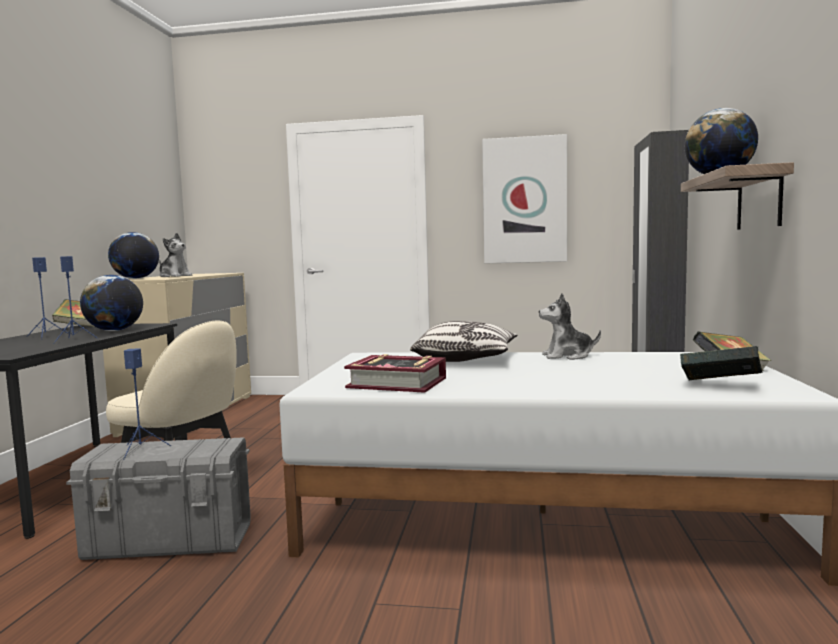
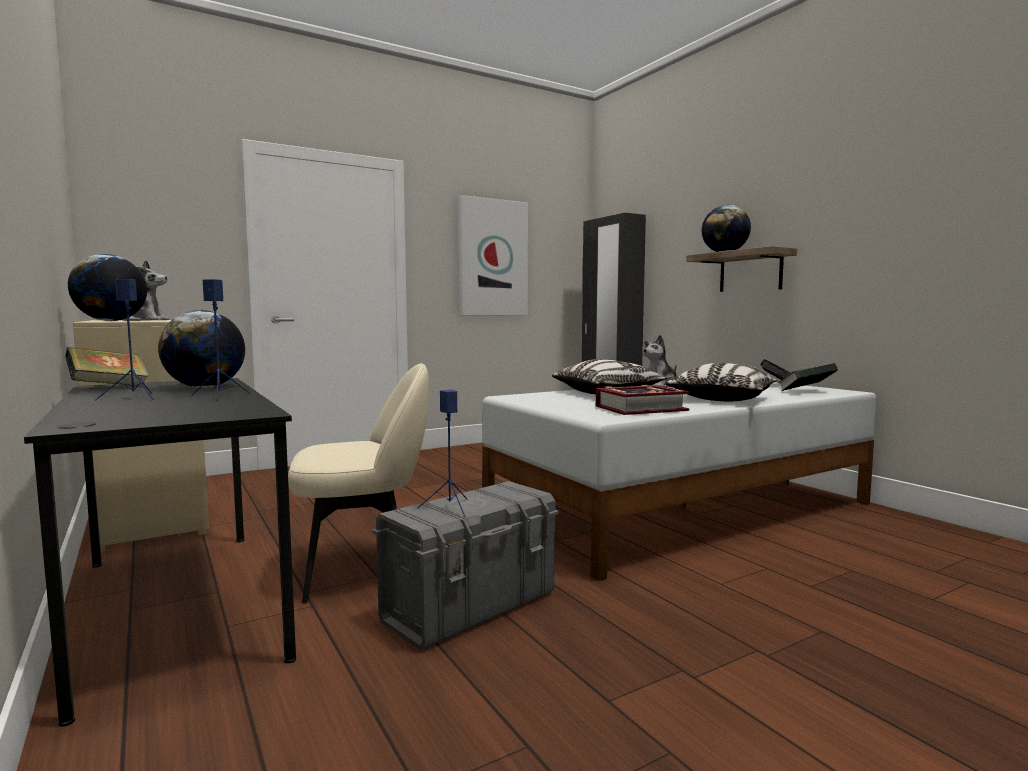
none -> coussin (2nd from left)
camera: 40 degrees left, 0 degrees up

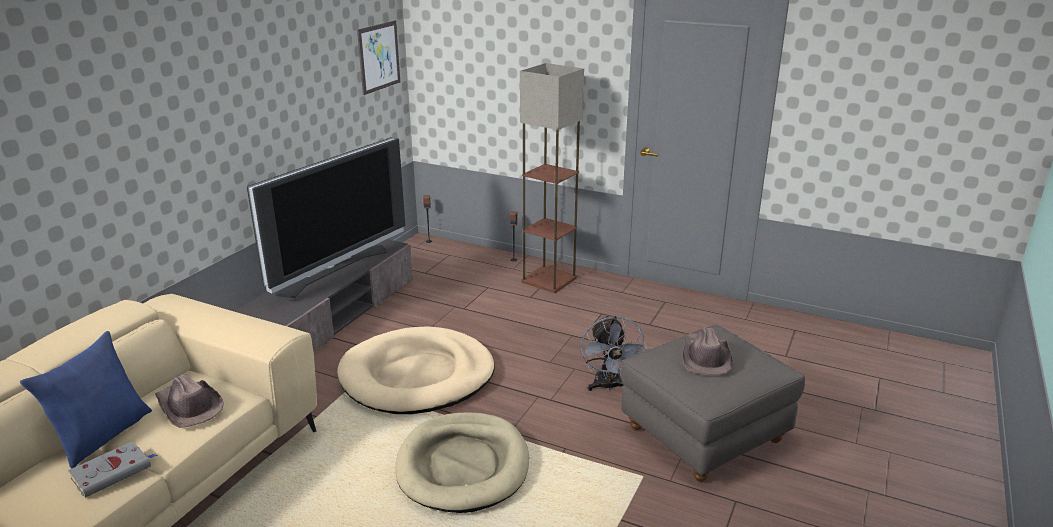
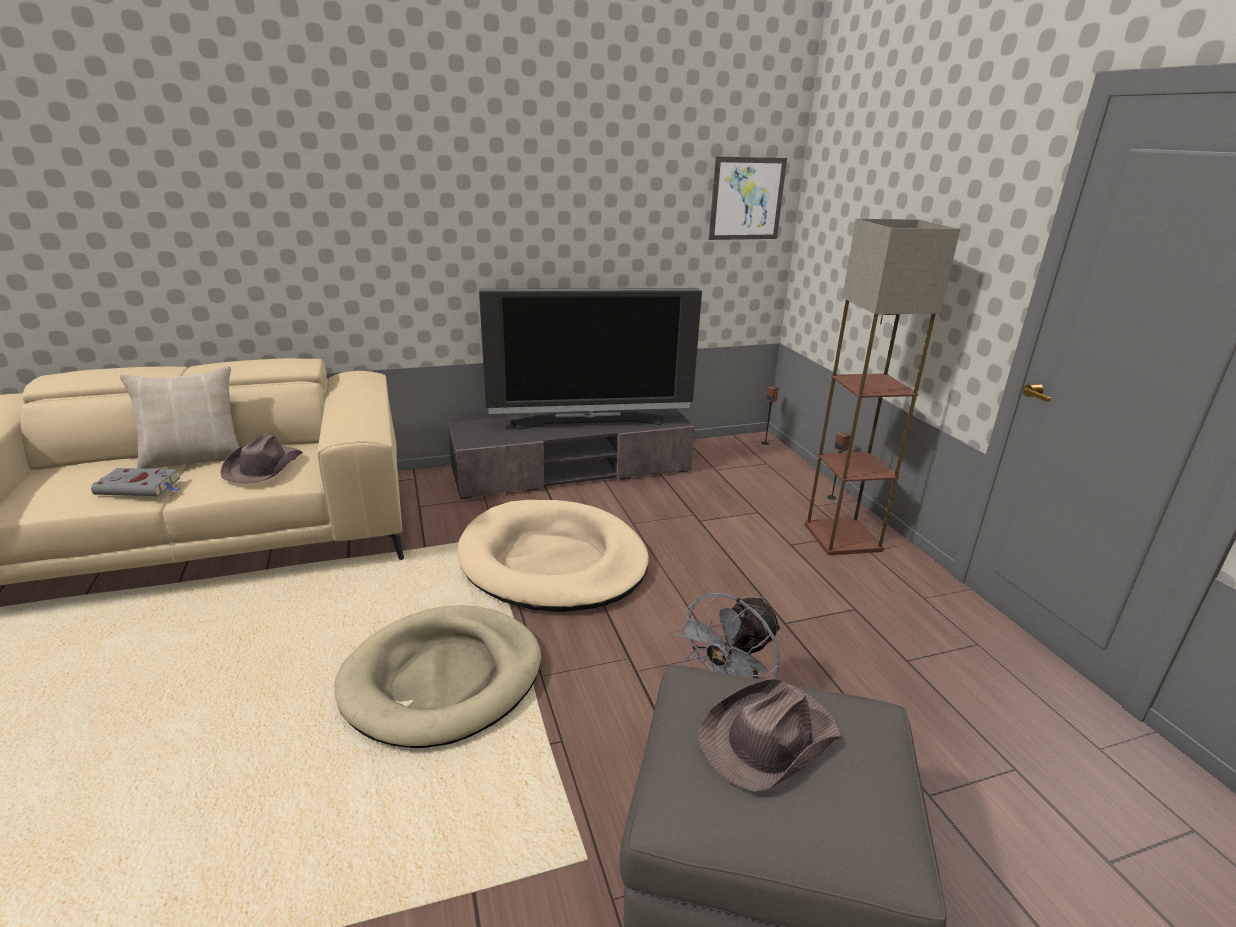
coussin/bleu -> coussin/beige
camera: 45 degrees right, 0 degrees up

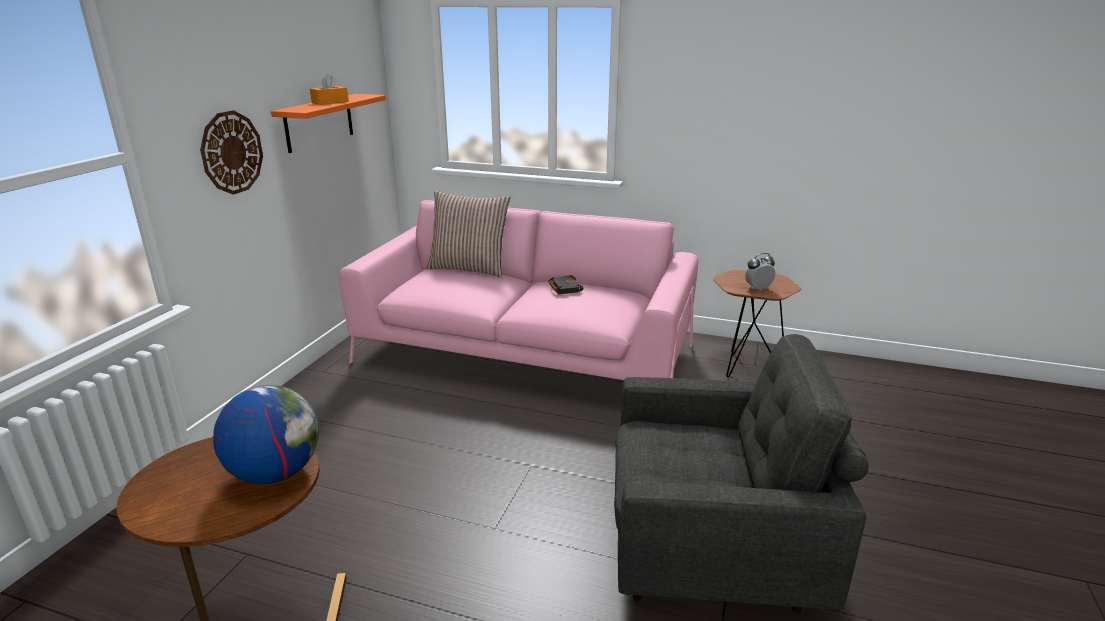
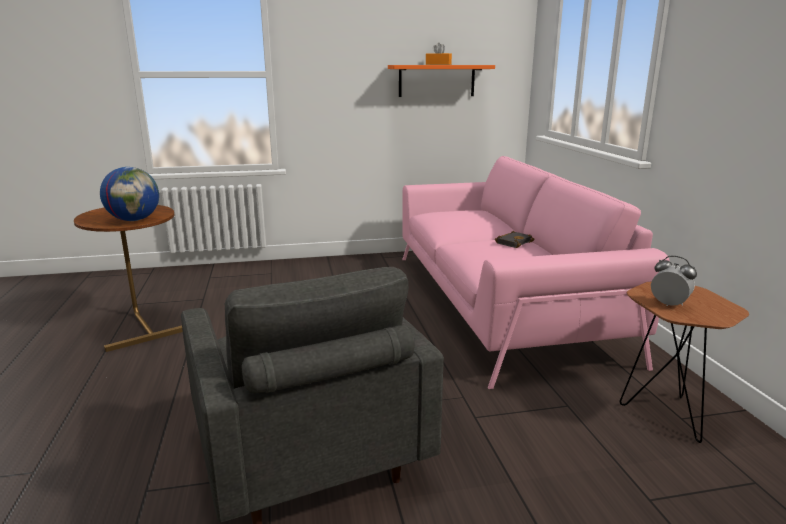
horloge murale -> none
coussin -> none
camera: 60 degrees right, 5 degrees down

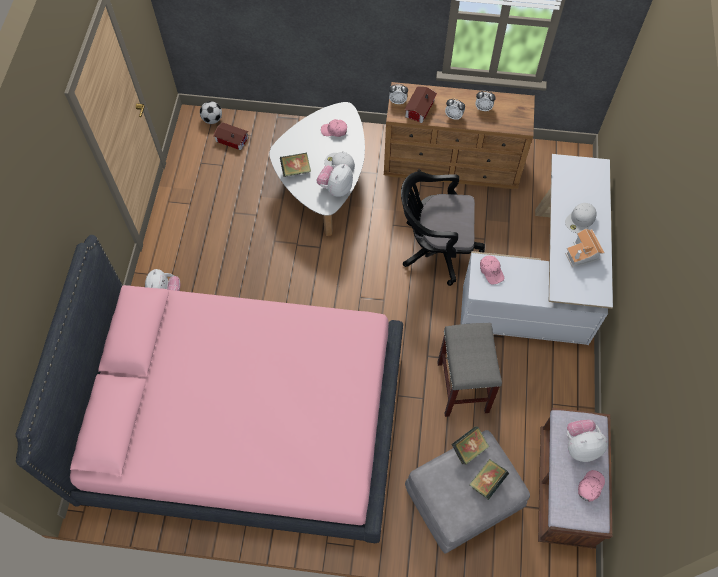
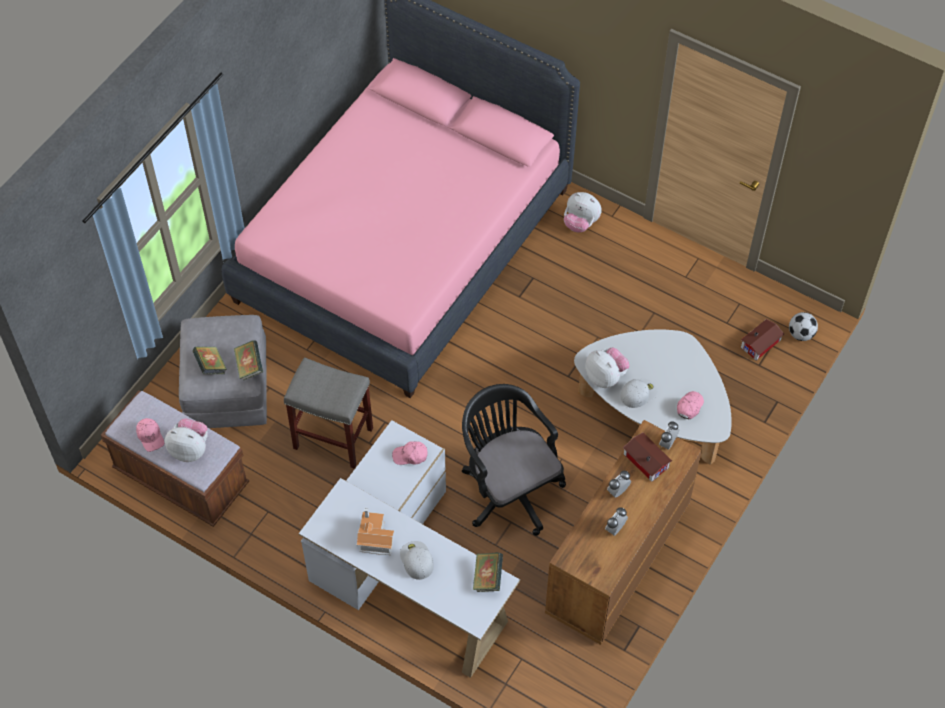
livre (1st from left in the first image) -> livre (3rd from left), move
chaise de bureau/noir, 60 degrees counterclockwise
peluche (3rd from left in the first image) -> peluche (1st from left), 90 degrees counterclockwise
camera: 115 degrees right, 5 degrees down

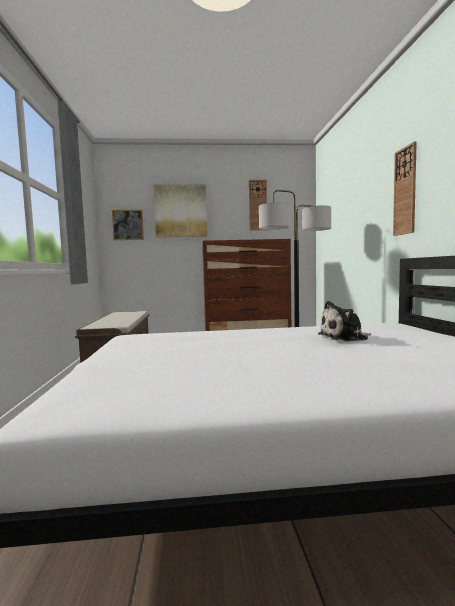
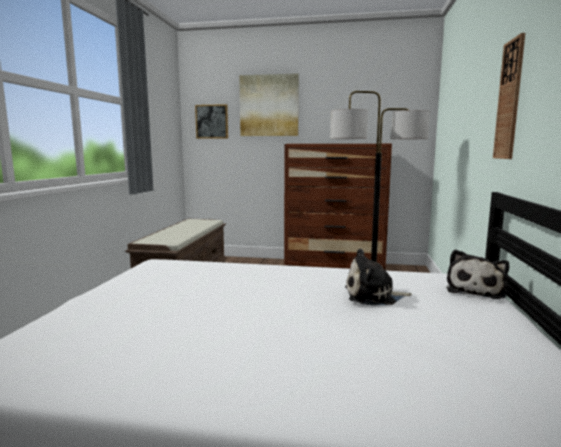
horloge murale (1st from left) -> none
none -> peluche (2nd from left)
camera: 15 degrees right, 5 degrees up

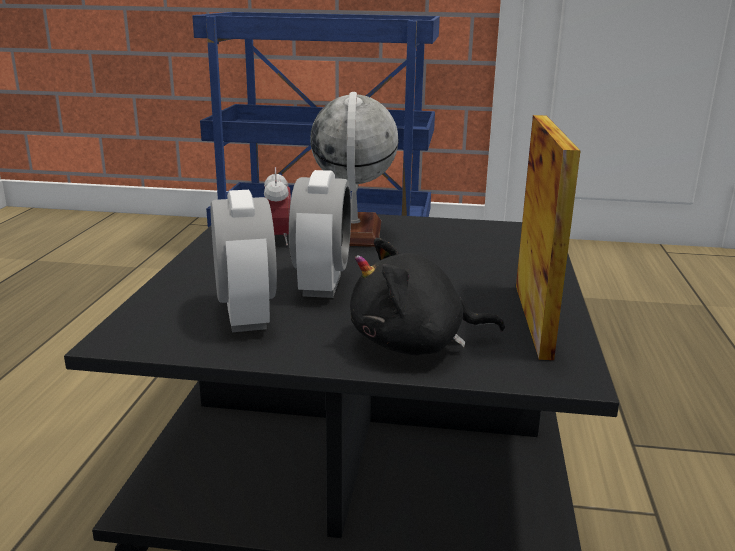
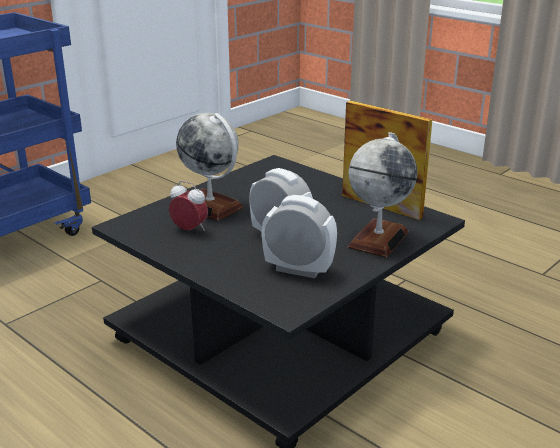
peluche/noir -> globe (2nd from left)
camera: 55 degrees left, 5 degrees up

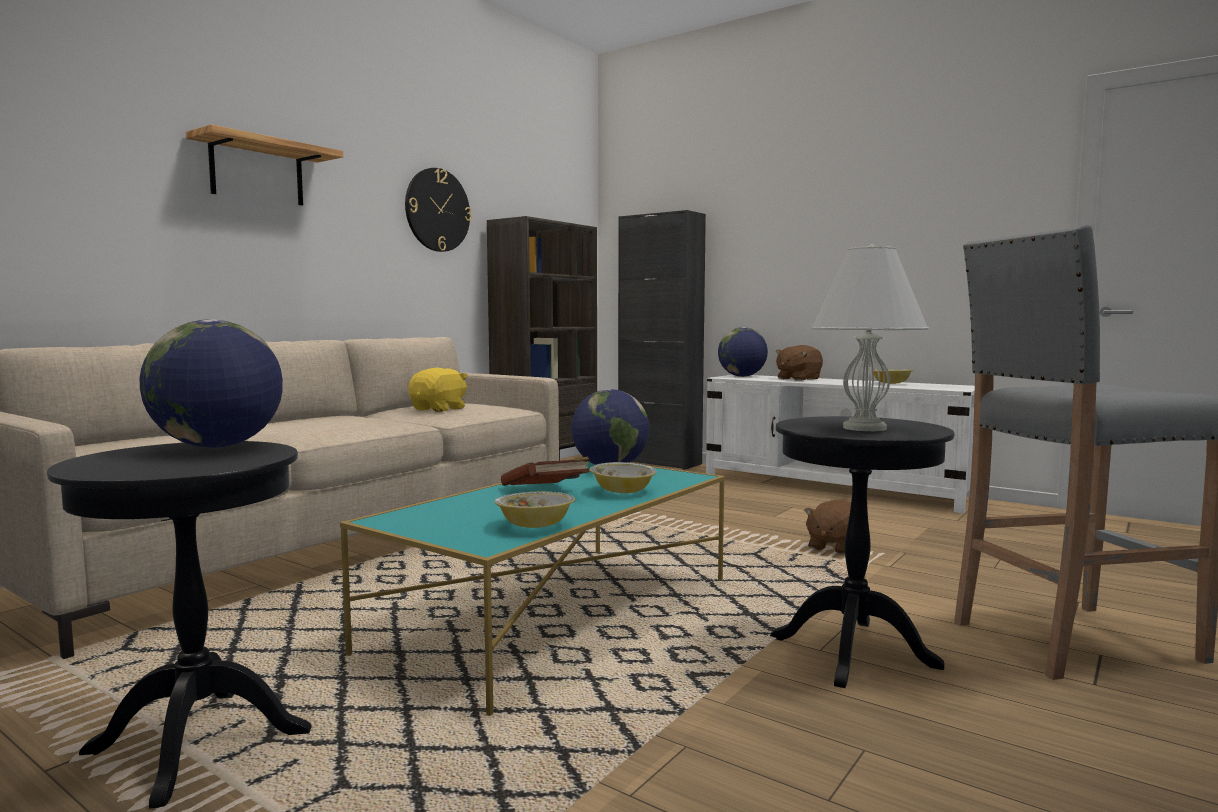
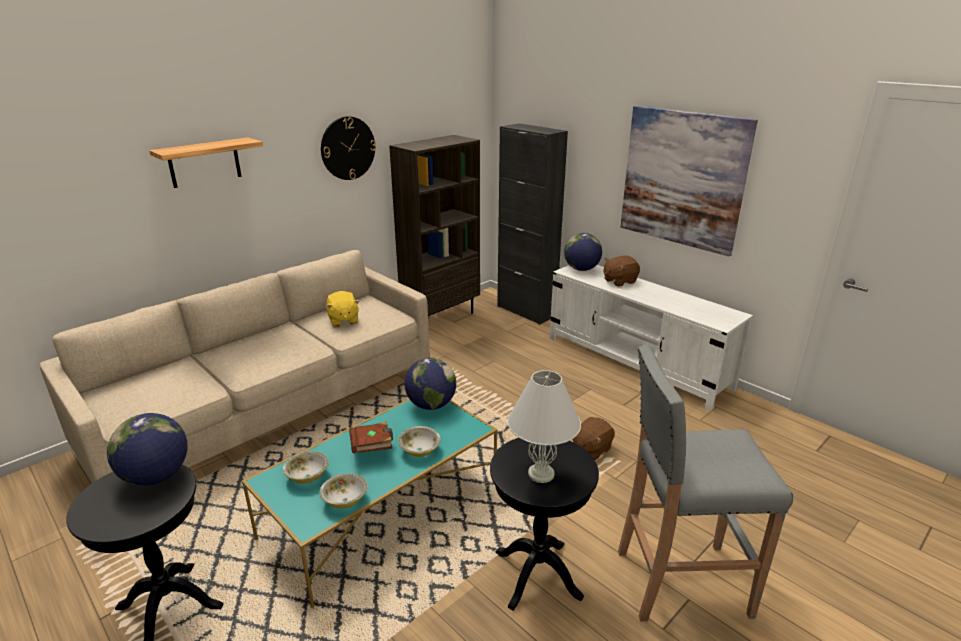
peluche/jaune, 120 degrees clockwise
bol (3rd from left in the first image) -> bol (1st from left), move
none -> tableau
camera: 10 degrees right, 20 degrees up

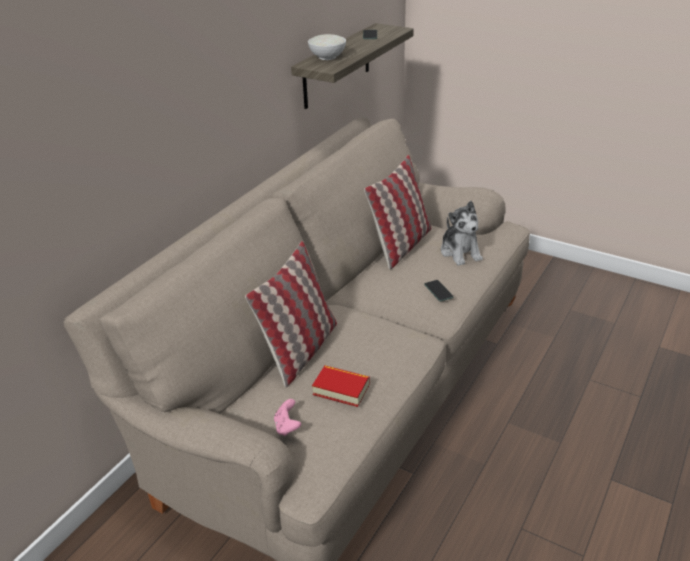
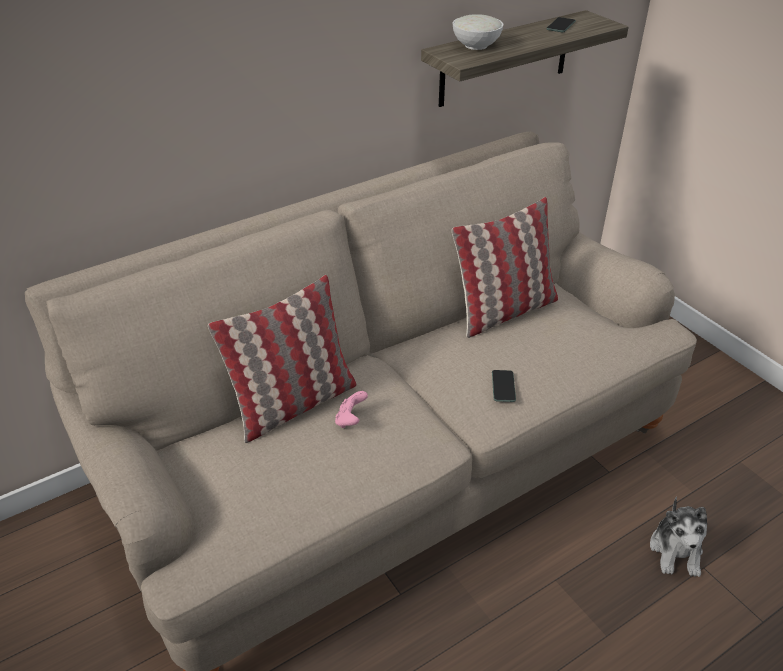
peluche, move
livre -> none
manette/rose, move
camera: 25 degrees right, 5 degrees up

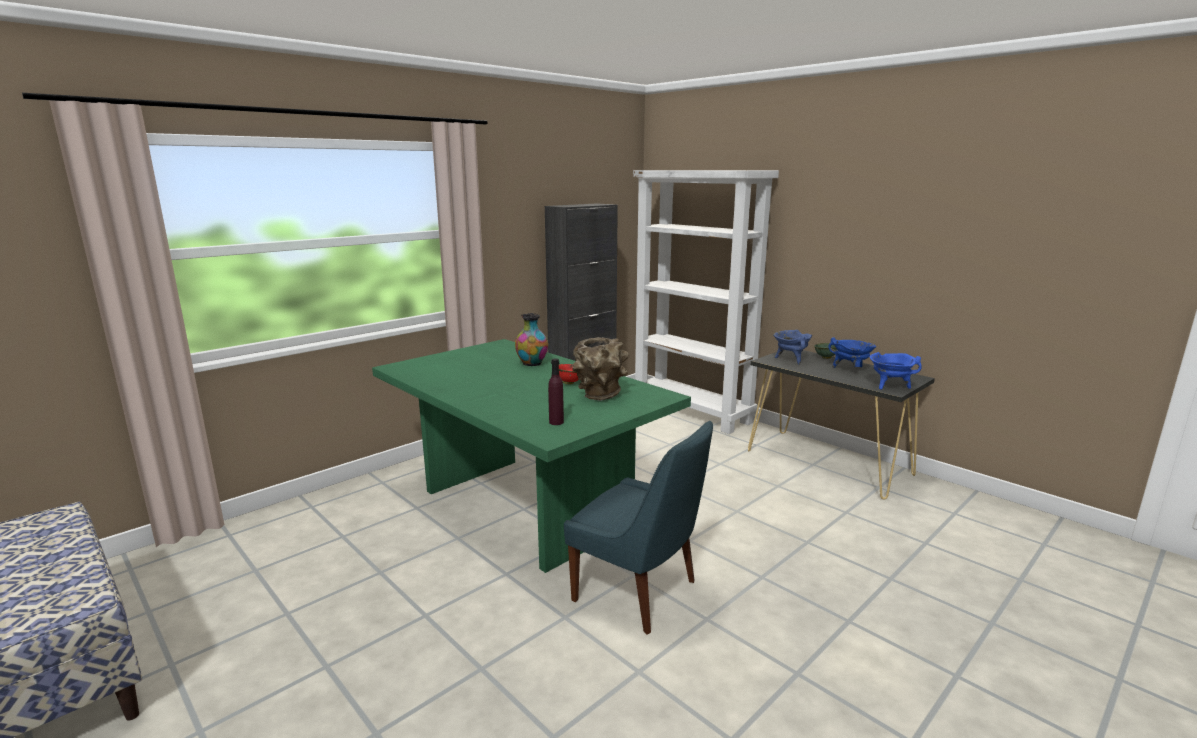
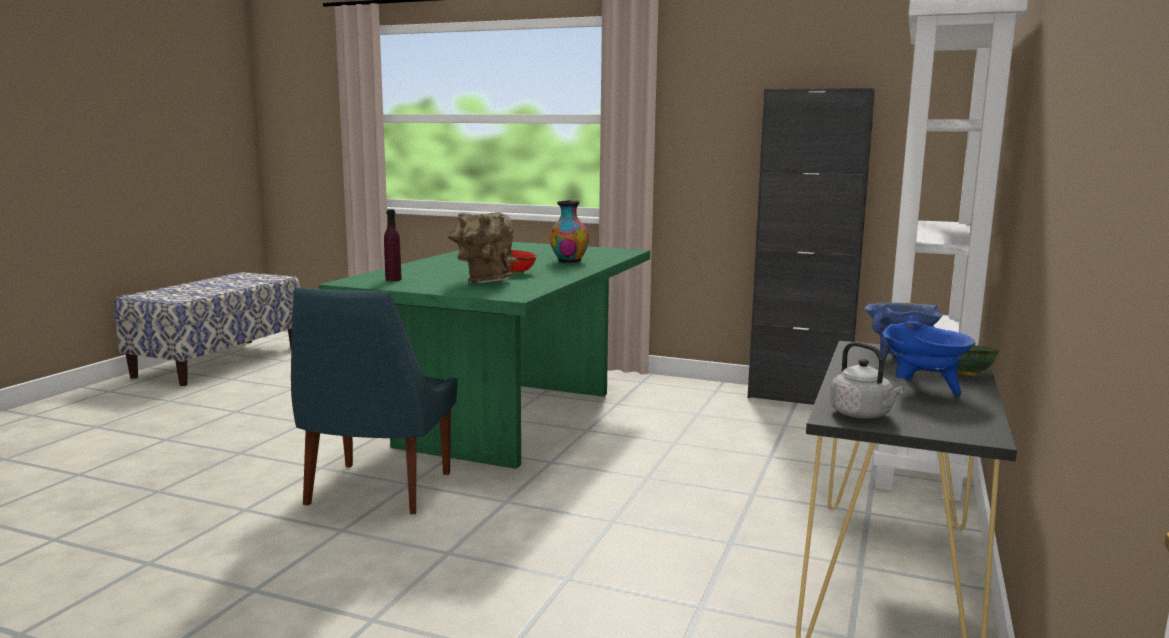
marmite/bleu (3rd from left) -> bouilloire/gris
camera: 65 degrees right, 5 degrees down

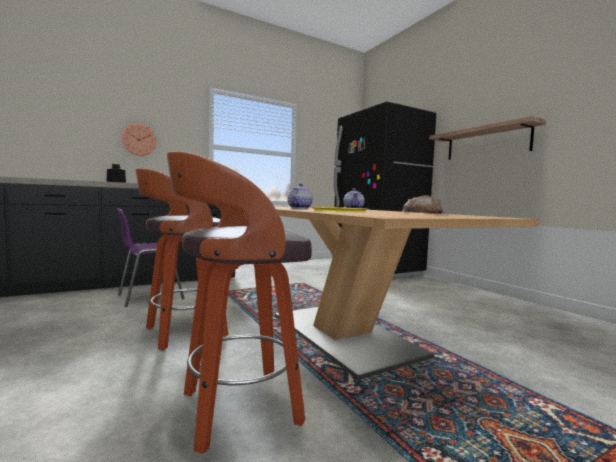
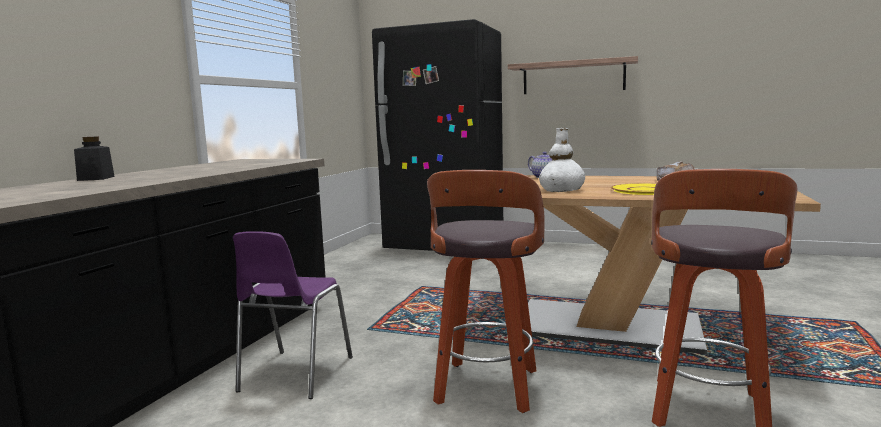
horloge murale -> none
théière (1st from left) -> vase/blanc
camera: 40 degrees left, 5 degrees up

